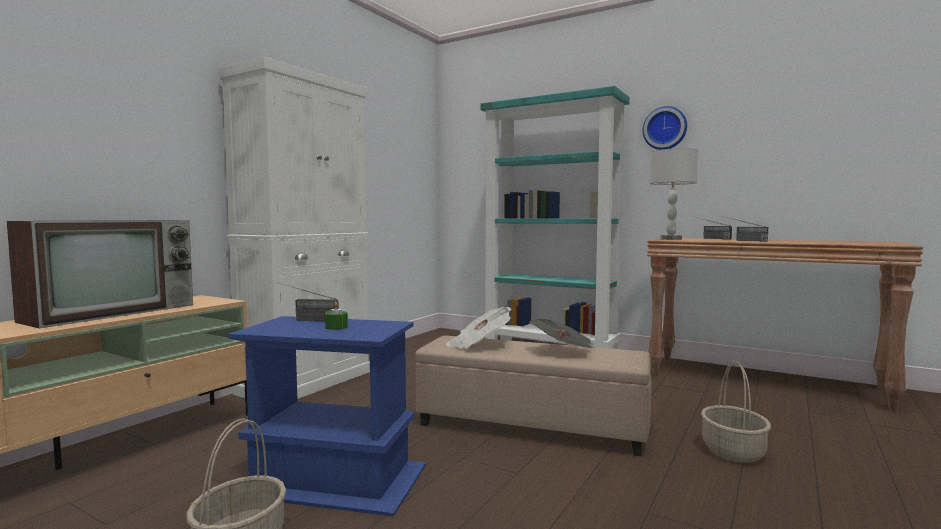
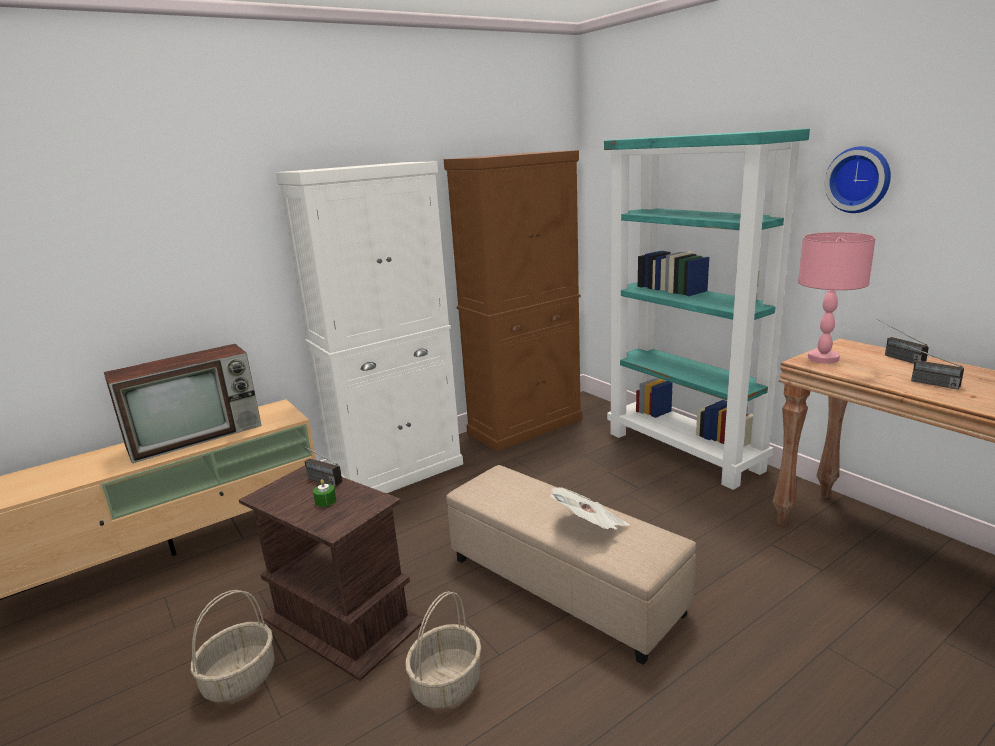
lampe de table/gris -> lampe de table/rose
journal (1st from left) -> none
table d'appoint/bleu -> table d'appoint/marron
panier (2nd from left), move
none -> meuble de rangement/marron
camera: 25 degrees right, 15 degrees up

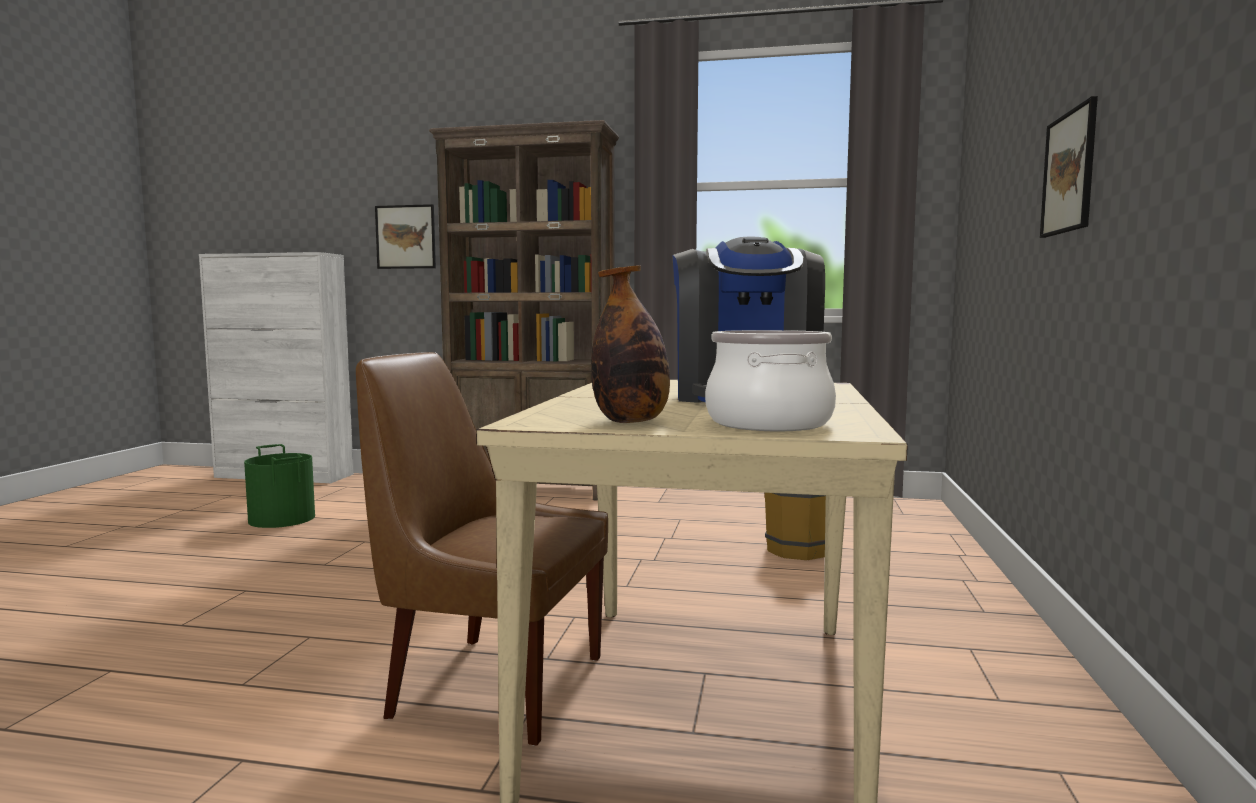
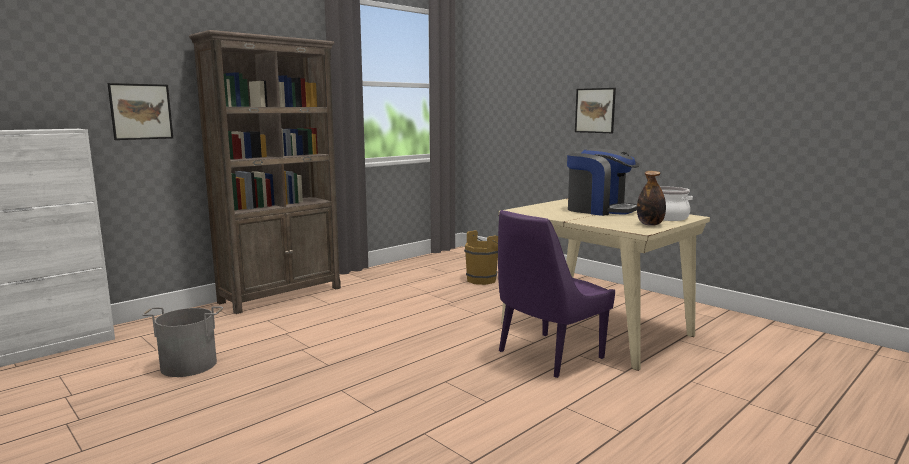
chaise/marron -> chaise/violet
seau/vert -> seau/gris
camera: 55 degrees left, 5 degrees up

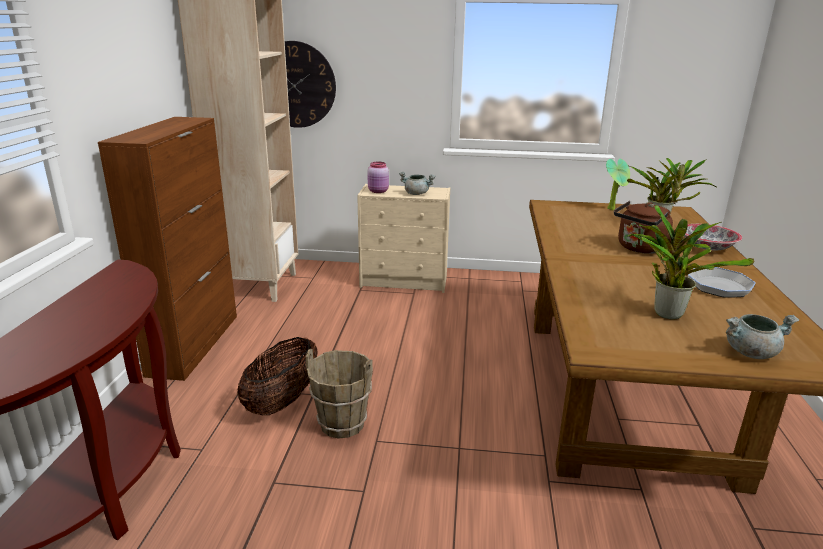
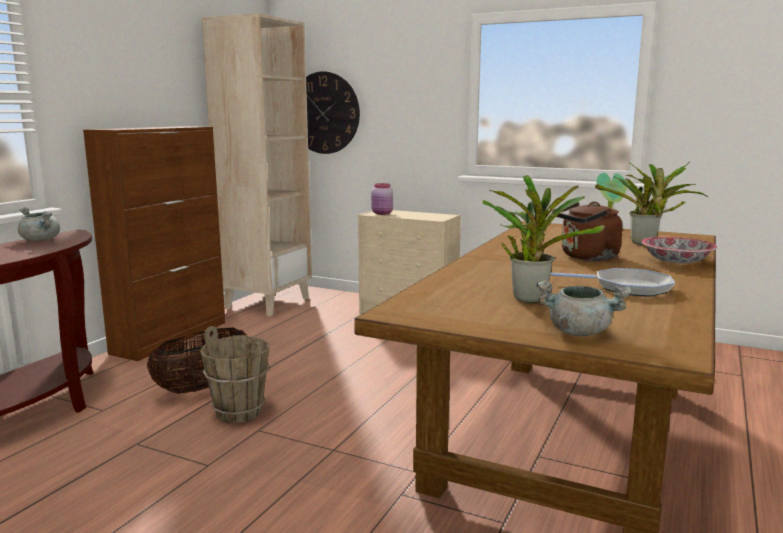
marmite/gris (1st from left), move
camera: 20 degrees right, 10 degrees down

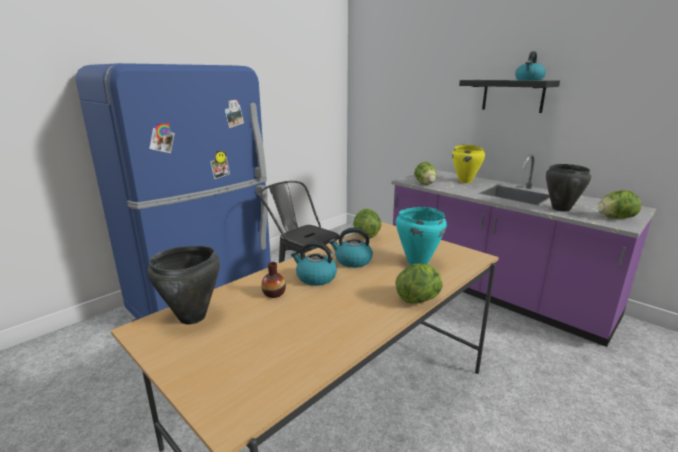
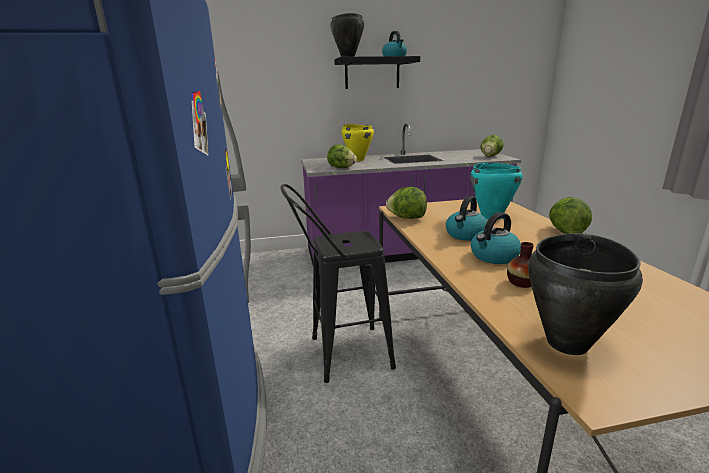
marmite/noir (2nd from left in the first image) -> marmite/noir (1st from left), move
camera: 55 degrees left, 0 degrees up

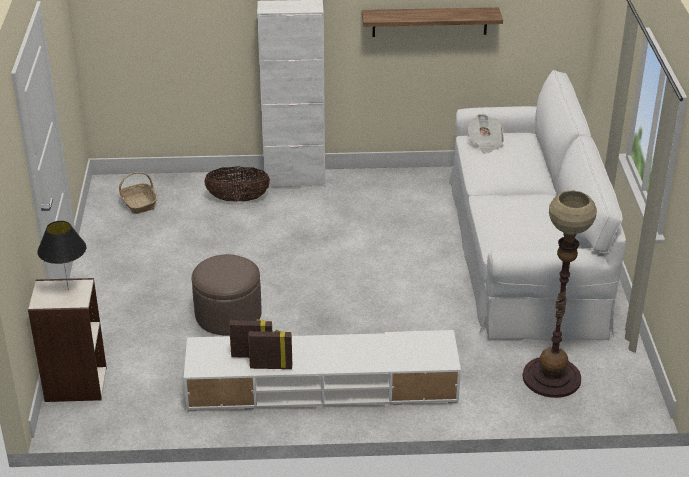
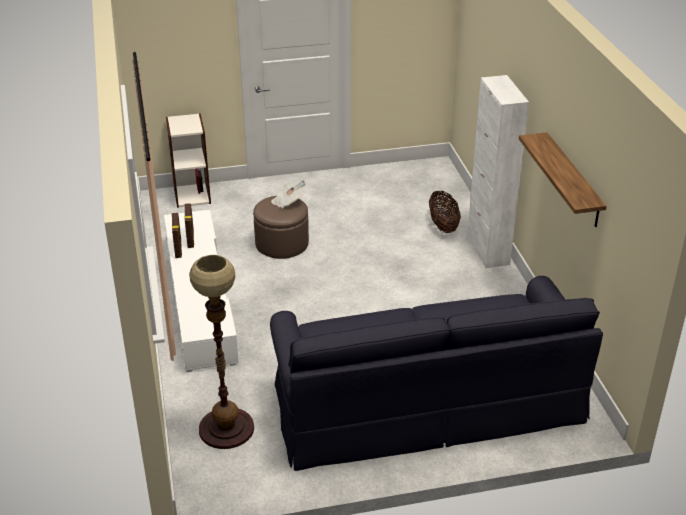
canapé/blanc -> canapé/noir
journal, move
panier (1st from left) -> none
lampe de table/noir -> none
camera: 80 degrees right, 0 degrees up

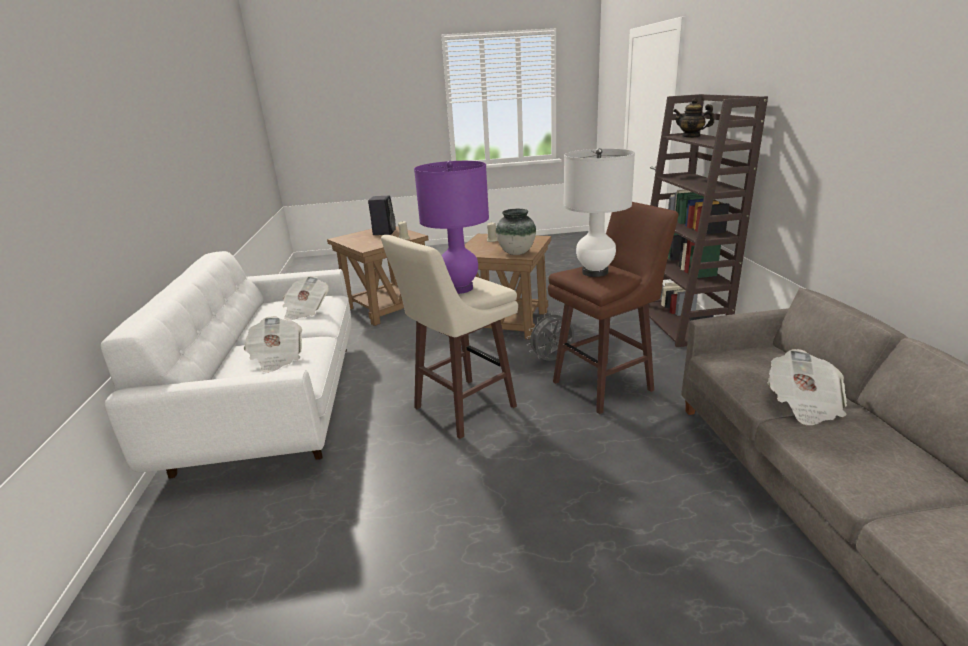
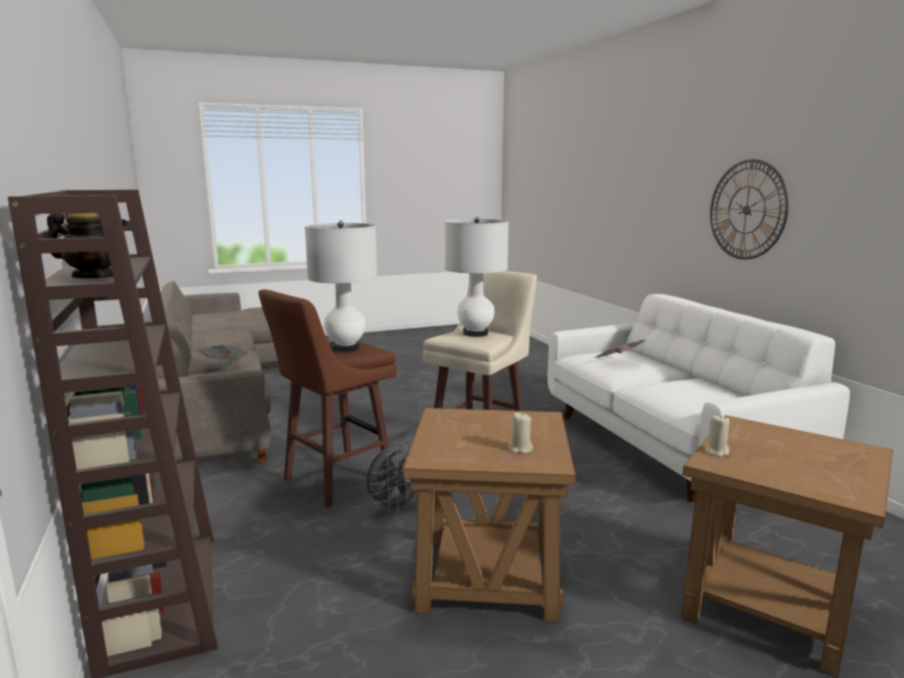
lampe de table/violet -> lampe de table/blanc (2nd from left)
enceinte/noir -> none
vase -> none
journal (2nd from left) -> none
none -> horloge murale
camera: 165 degrees right, 10 degrees down

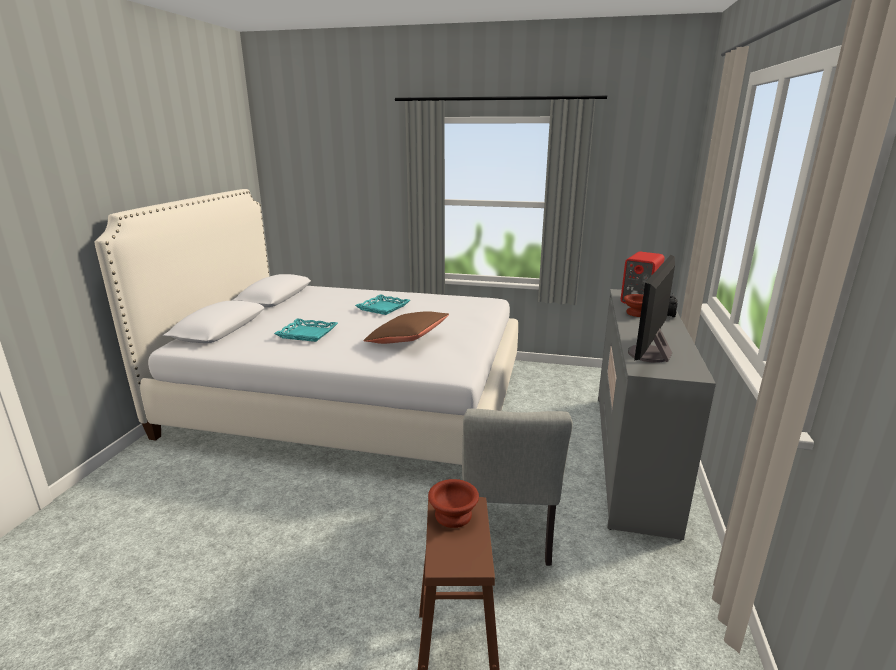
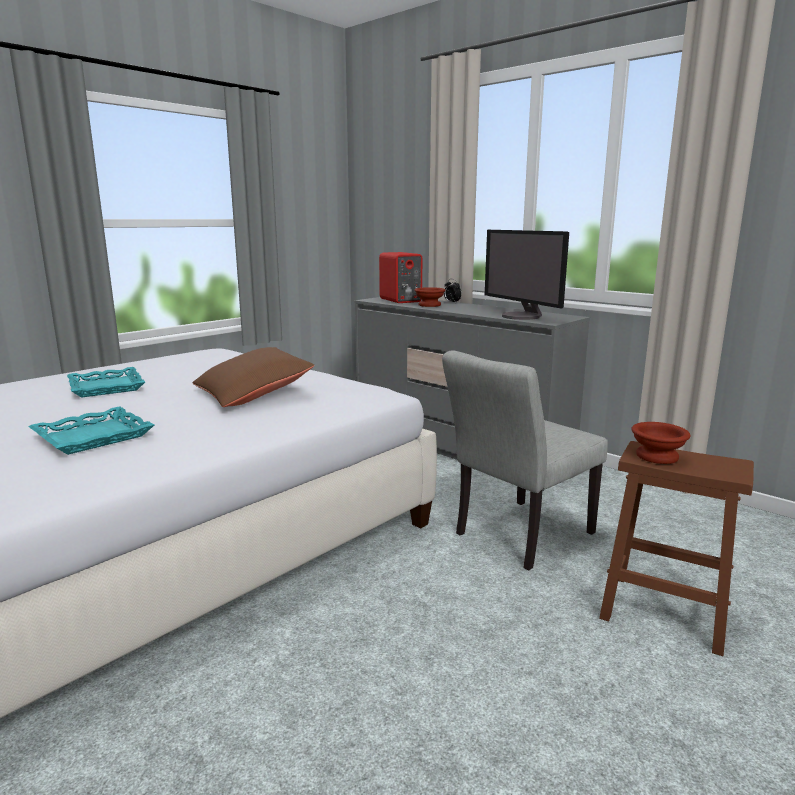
chaise/gris, 105 degrees clockwise
camera: 60 degrees left, 5 degrees down

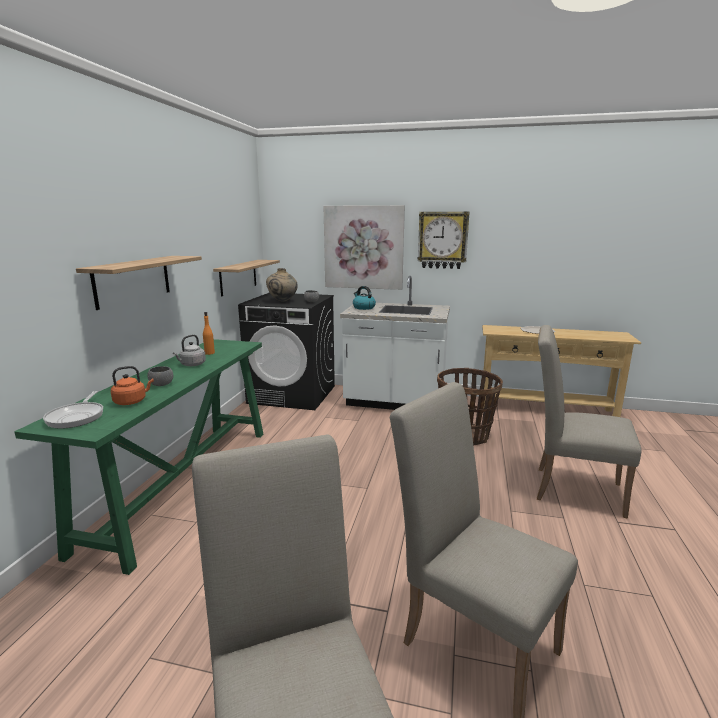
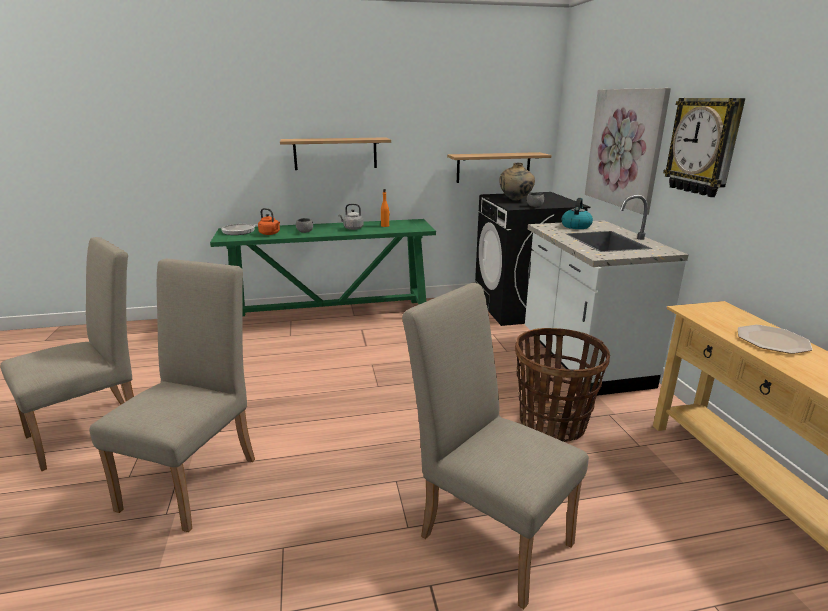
chaise/beige (3rd from left), 45 degrees counterclockwise
camera: 65 degrees right, 5 degrees up

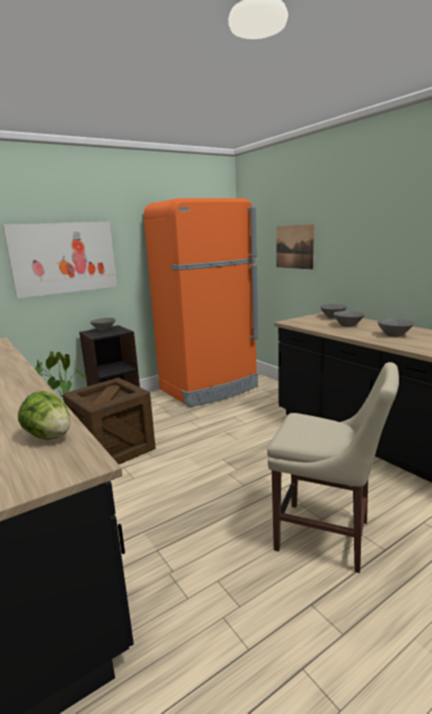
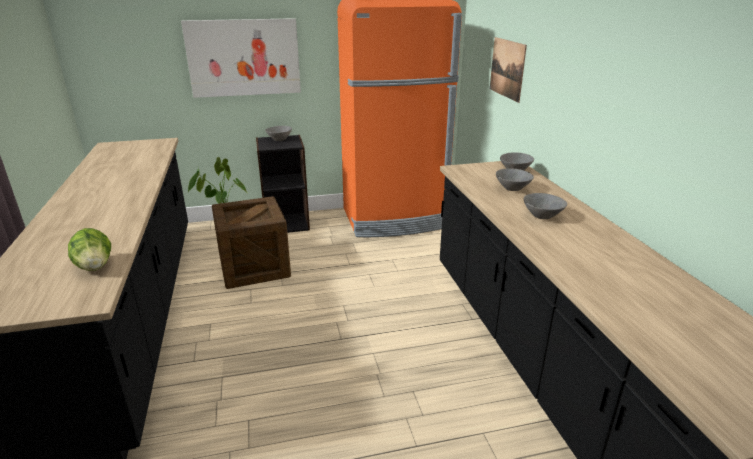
chaise/beige -> none
camera: 20 degrees right, 10 degrees up

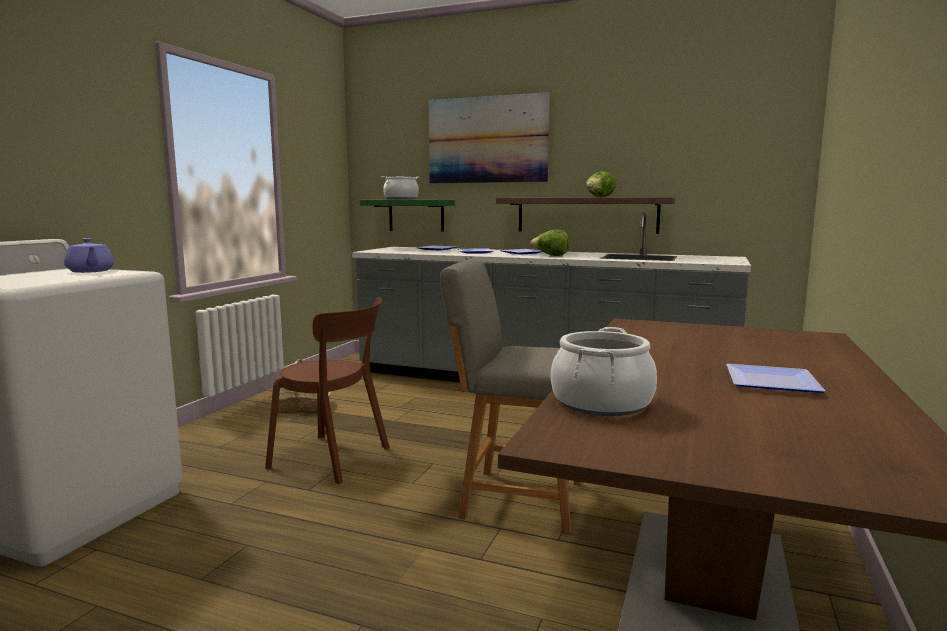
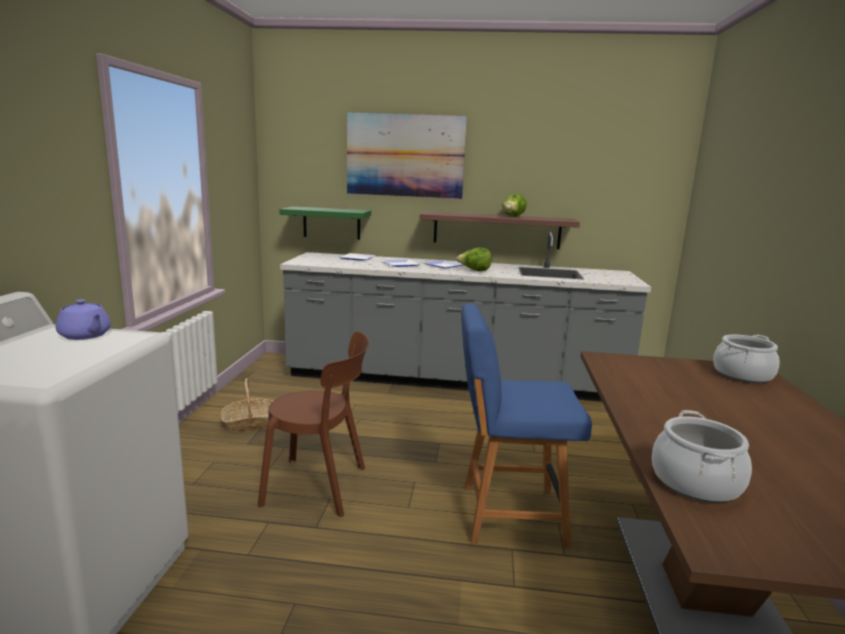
marmite (1st from left in the first image) -> marmite (2nd from left), move
chaise/gris -> chaise/bleu
assiette (4th from left) -> none
camera: 15 degrees left, 5 degrees up

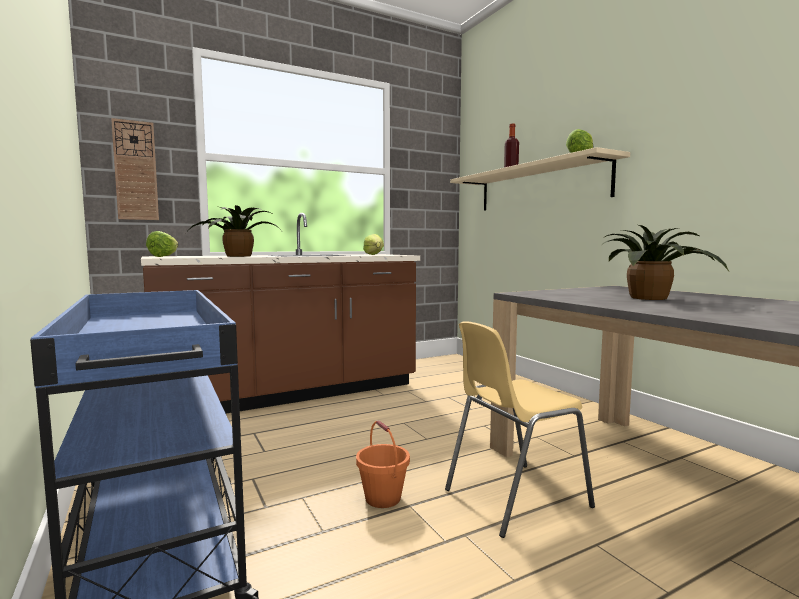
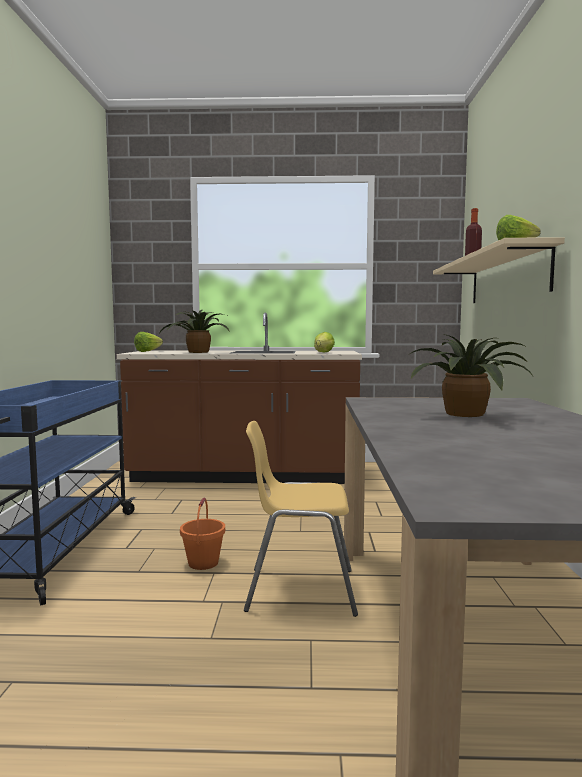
horloge murale -> none
camera: 30 degrees right, 0 degrees up

